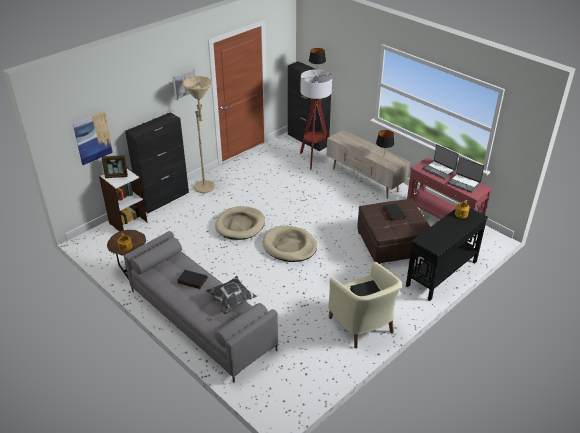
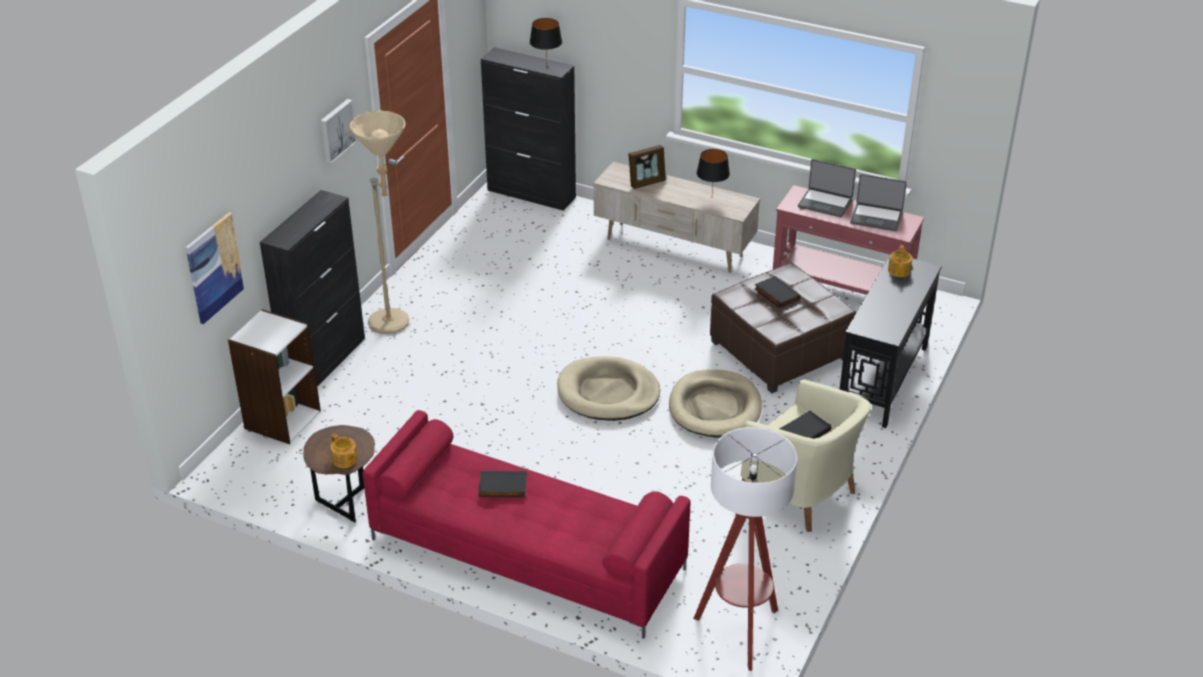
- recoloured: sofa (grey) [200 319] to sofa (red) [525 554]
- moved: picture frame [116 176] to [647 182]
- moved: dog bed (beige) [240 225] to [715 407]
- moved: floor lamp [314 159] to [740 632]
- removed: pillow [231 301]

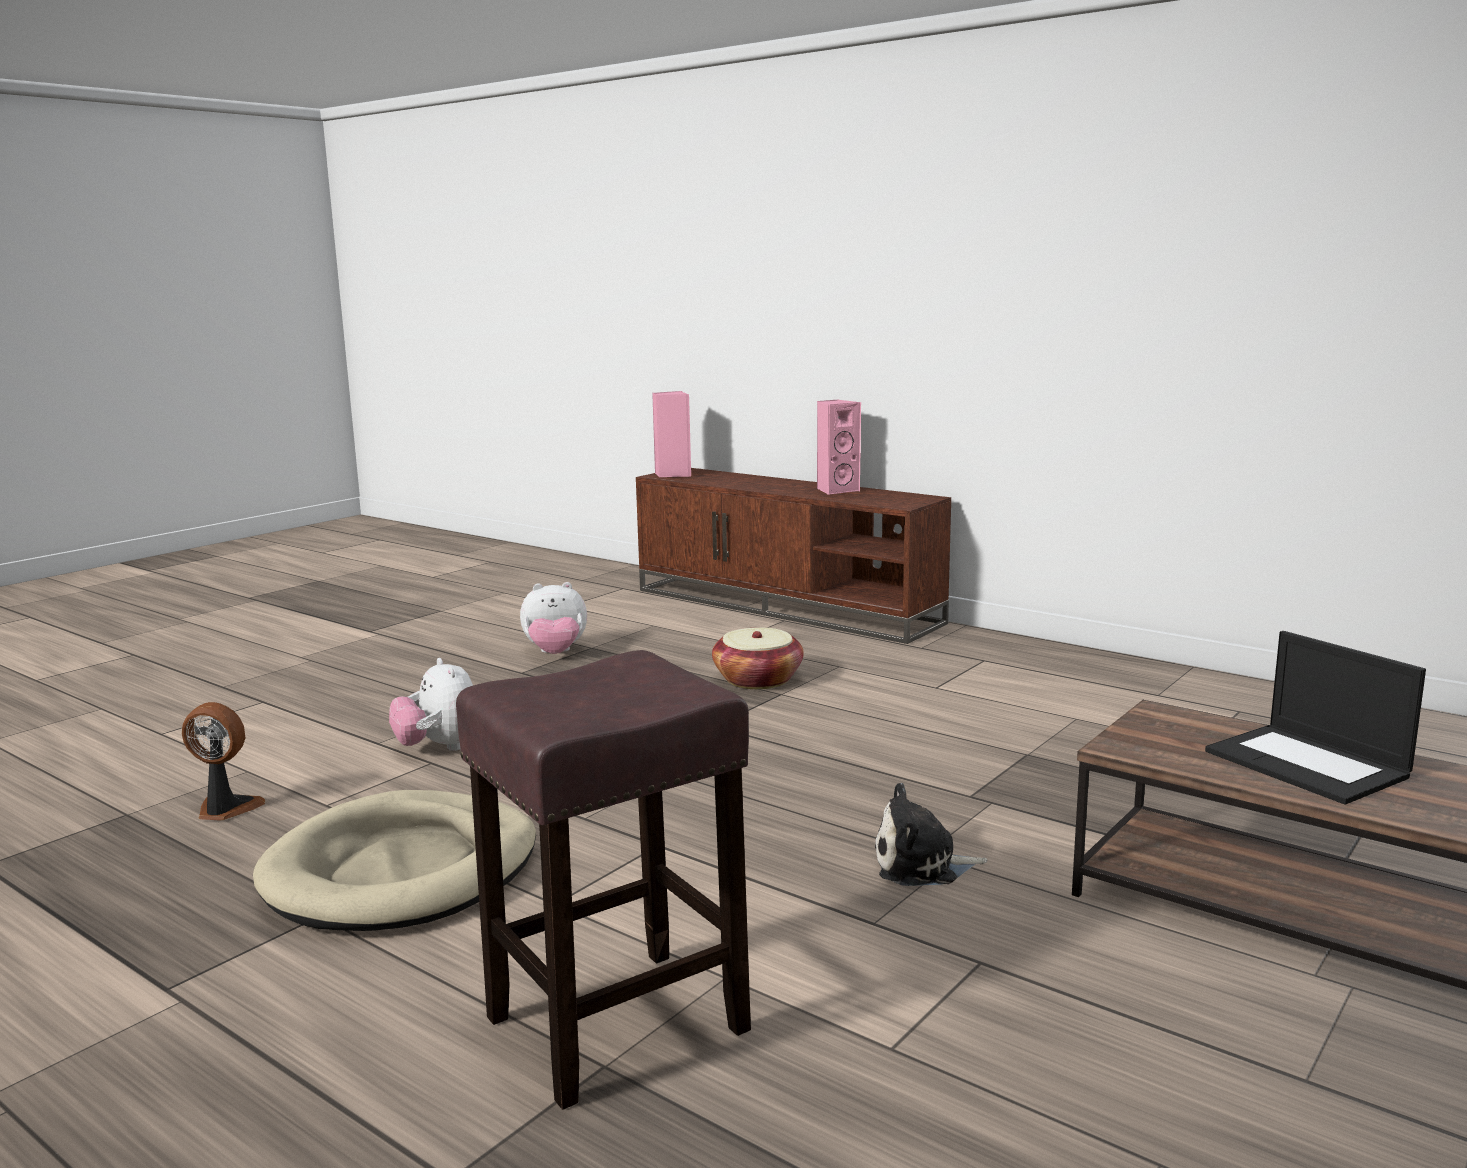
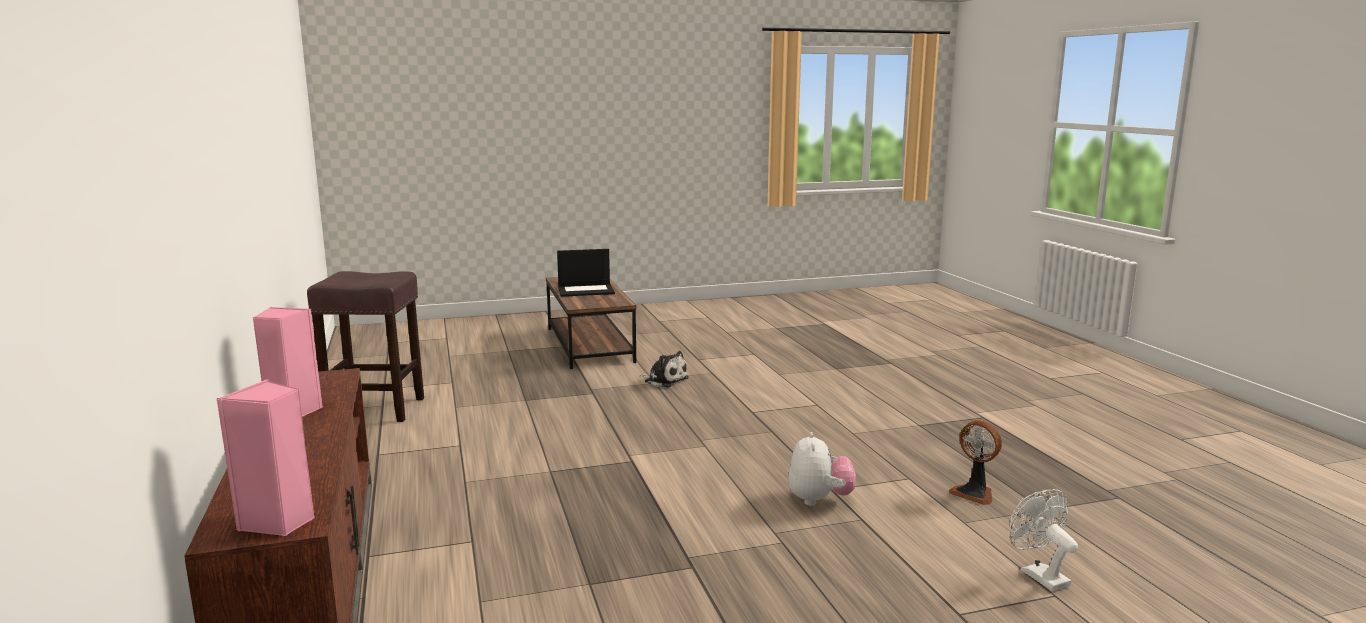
- moved: stool (brown) [613 1026] to [377 409]
- turned: laptop [1309 764] = [586 290] 75 degrees clockwise
- added: fan (white) [1038 575]
- removed: dog bed (beige) [402 871]
- removed: plush toy [555 653]
- removed: basket [758 680]

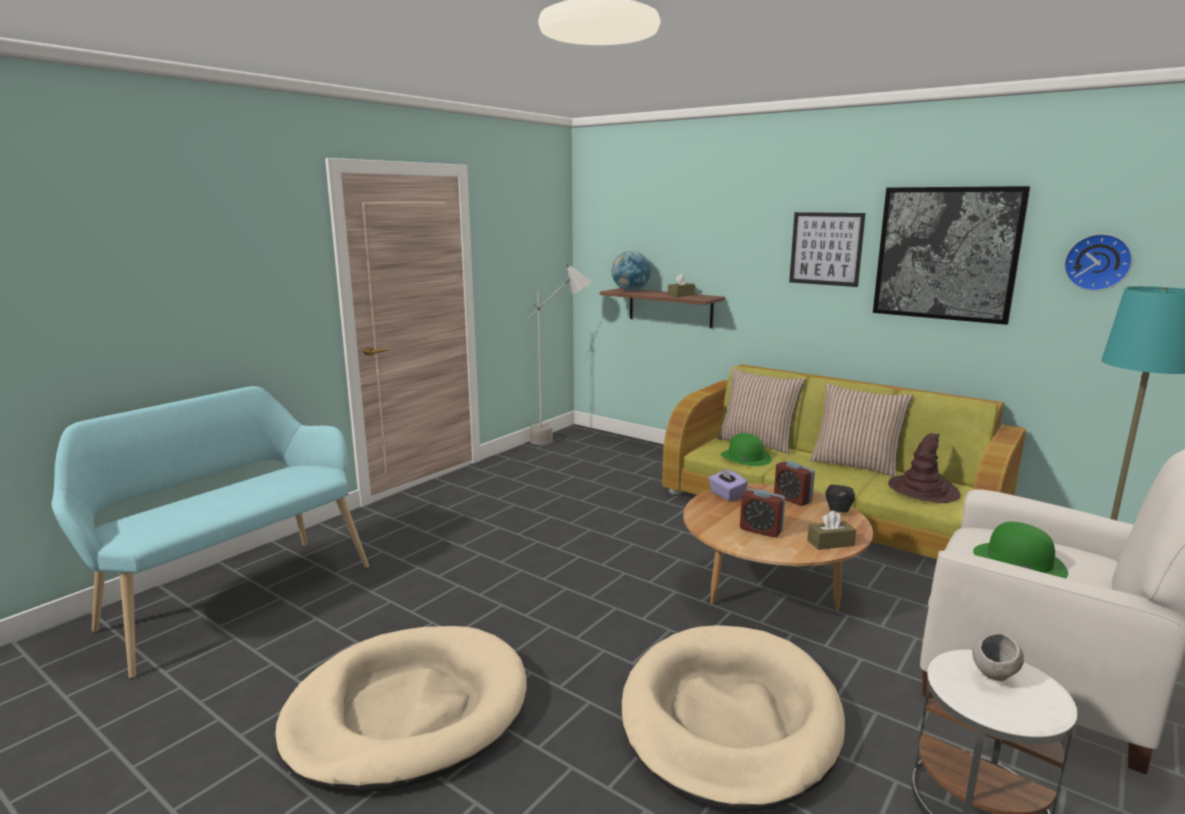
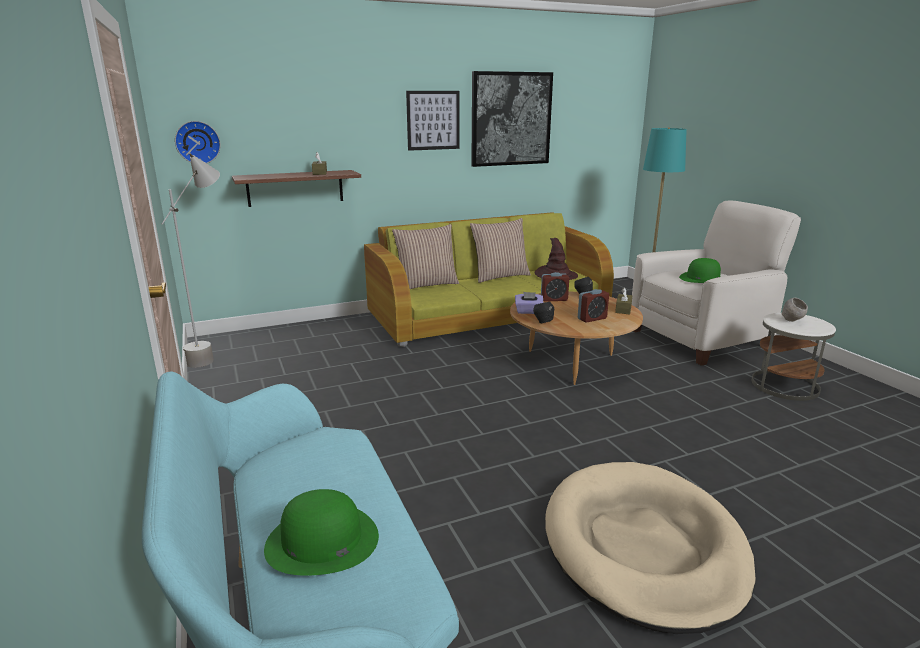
- moved: wall clock [1097 262] to [197 142]
- moved: hat (green) [745 457] to [321 541]
- added: bowl (black) [543 322]
- removed: globe [630 290]
- removed: dog bed (beige) [729 719]

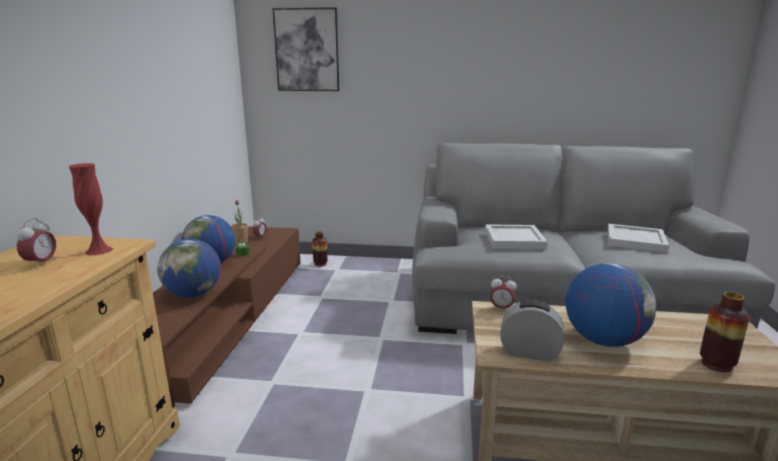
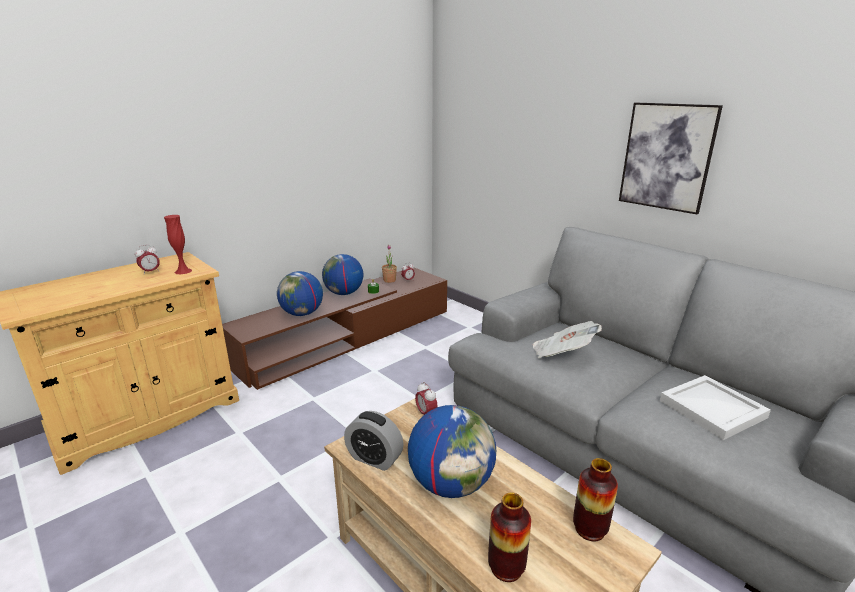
- turned: alarm clock [529 352] = [374 458] 150 degrees clockwise
- replaced: tray (white) [513 239] to newspaper [562 354]
- moved: vase [320 264] to [589 529]
- moved: picture [307 50] to [667 157]

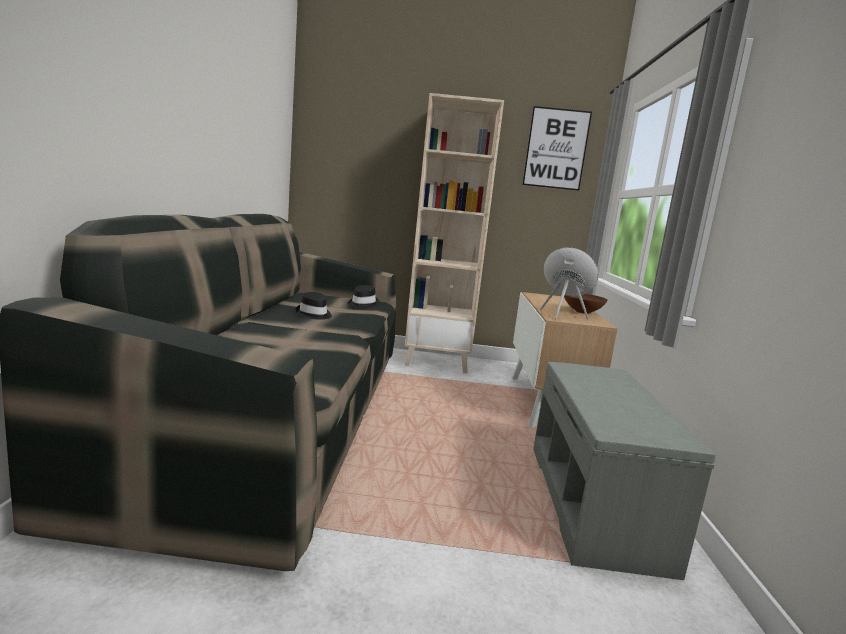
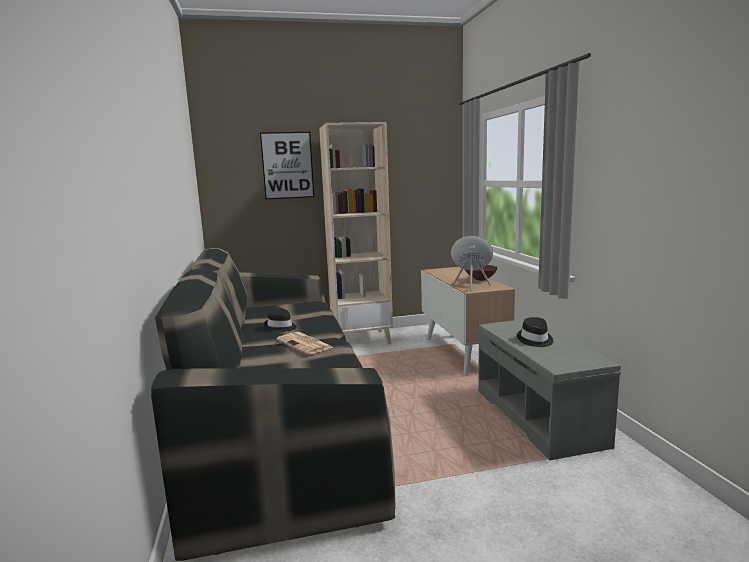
- moved: picture [556 149] to [287 165]
- added: newspaper [305 344]
- moved: hat (black) [362 304] to [535 340]

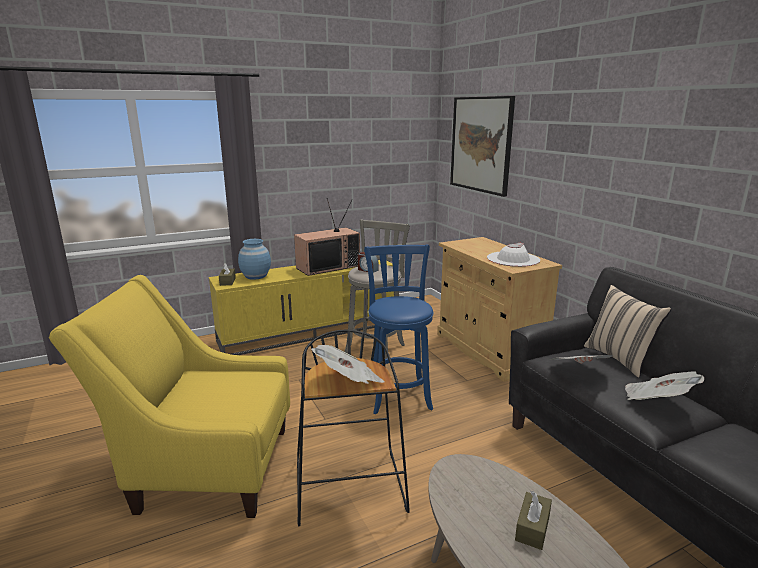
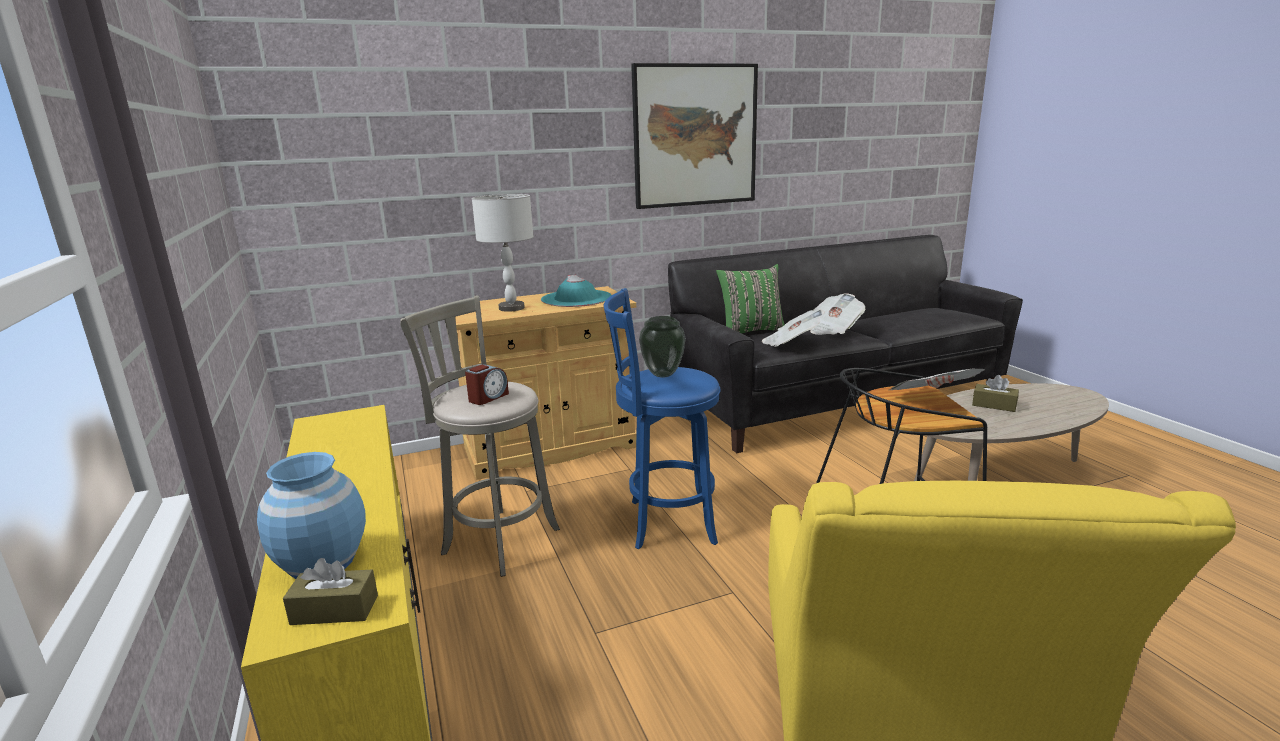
- added: table lamp (grey) [511 308]
- recoloured: hat (white) [513 259] to hat (turquoise) [576 298]
- moved: picture [481 144] to [695 136]
- added: vase [662 374]
- recoloured: pillow (beige) [619 359] to pillow (green) [750 332]
- removed: television [328 266]

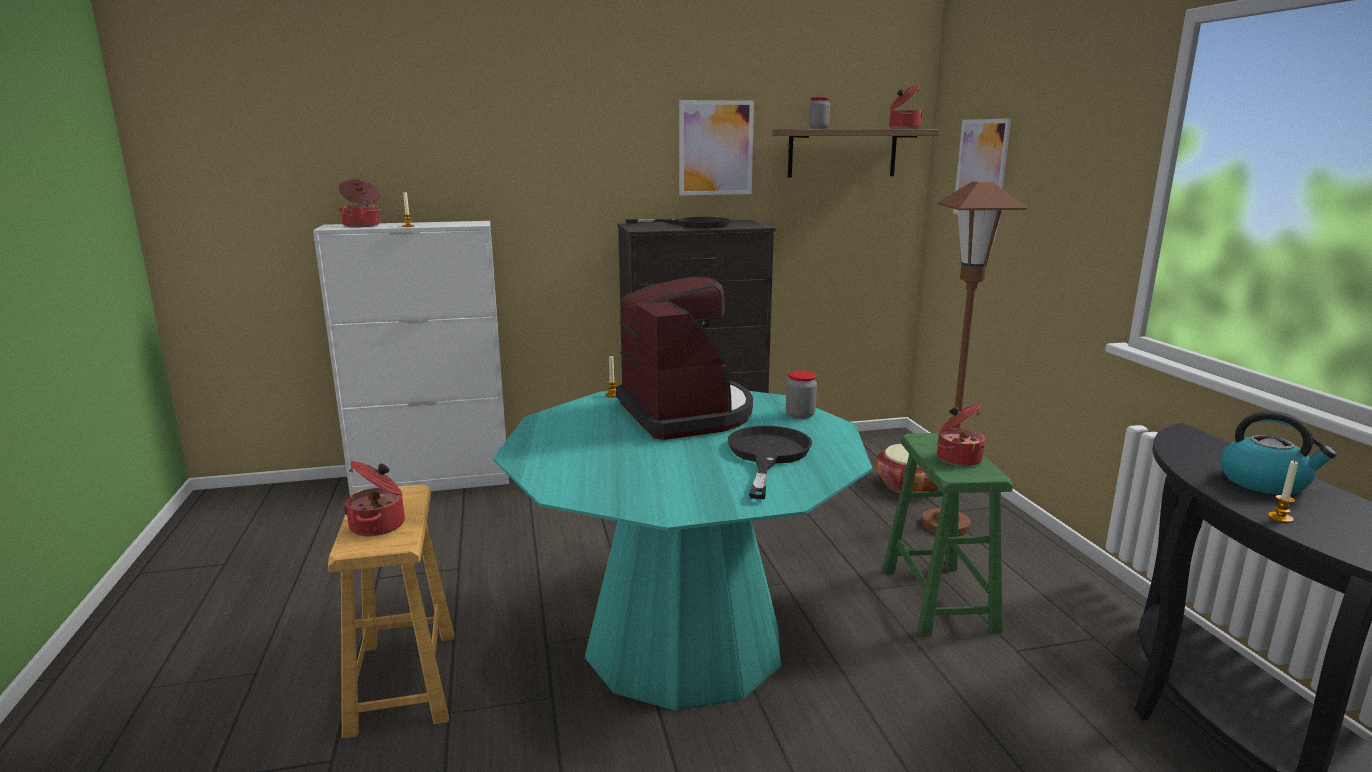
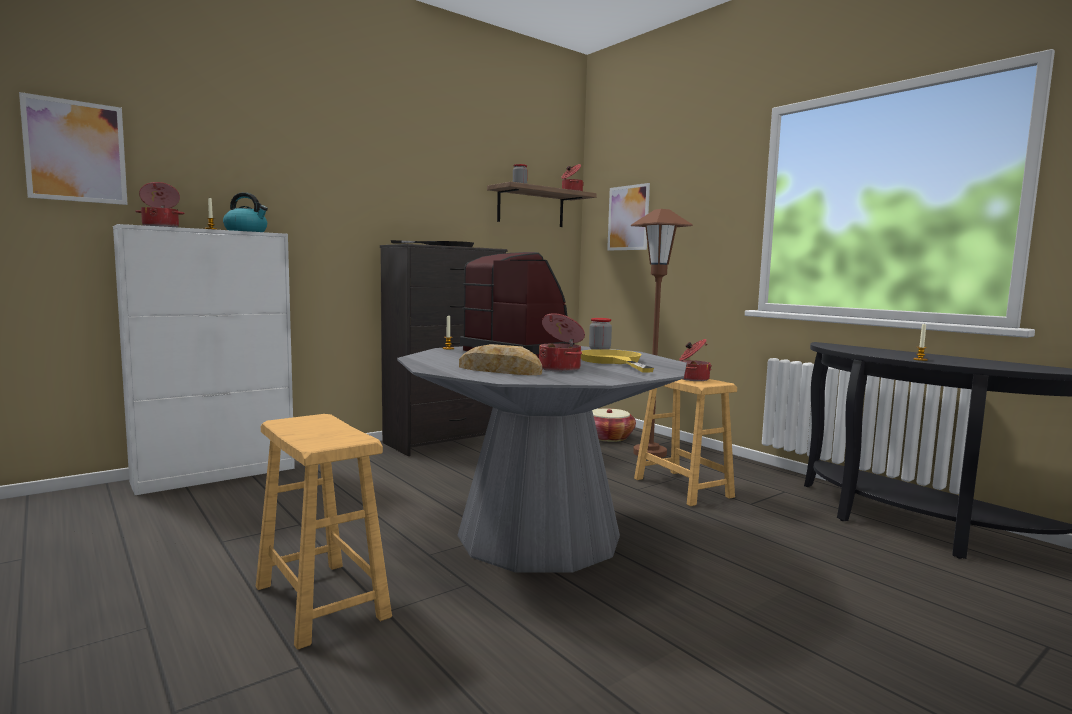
- moved: picture [716 148] to [76 151]
- moved: kettle [1265 482] to [246 231]
- recoloured: dining table (turquoise) [684 642] to dining table (grey) [539 535]
- added: bread [500 370]
- moved: cooking pot [379 525] to [560 369]
- recoloured: frying pan (black) [767 455] to frying pan (yellow) [614 362]
- recoloured: stool (green) [939 599] to stool (brown) [682 487]

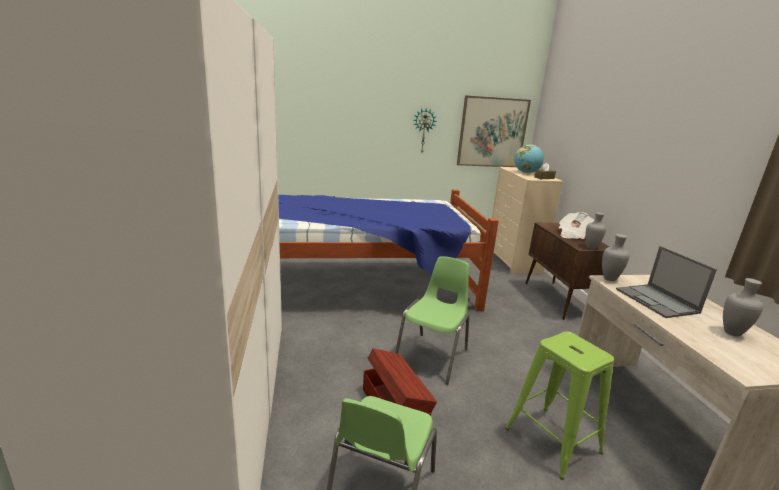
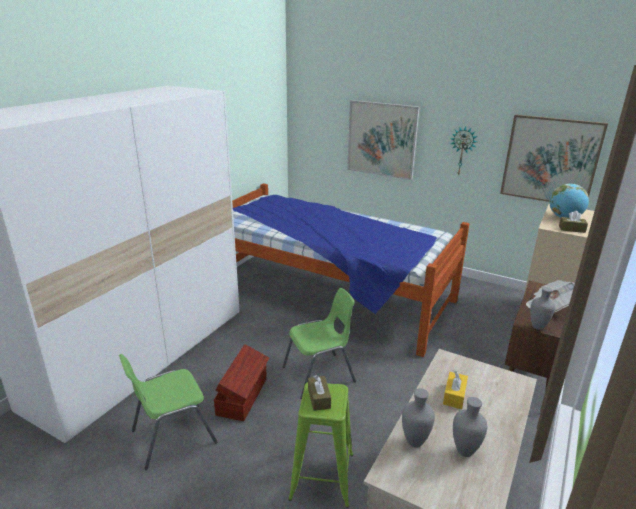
- added: tissue box (brown) [319 398]
- added: picture [382 139]
- moved: vase (grey) [610 279] to [415 442]
- replaced: laptop [657 301] to tissue box (yellow) [454 395]

